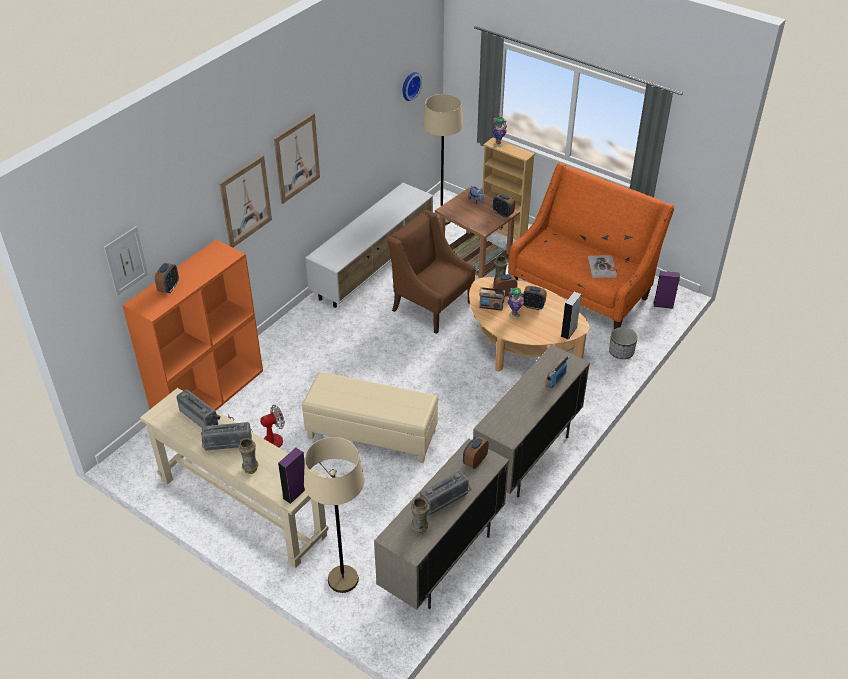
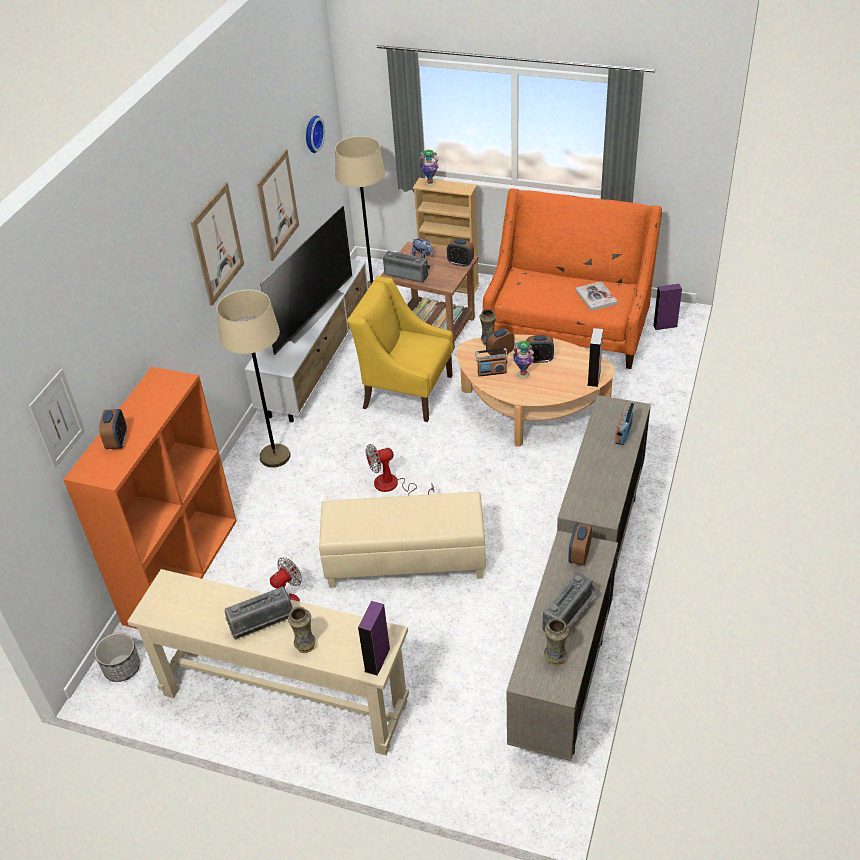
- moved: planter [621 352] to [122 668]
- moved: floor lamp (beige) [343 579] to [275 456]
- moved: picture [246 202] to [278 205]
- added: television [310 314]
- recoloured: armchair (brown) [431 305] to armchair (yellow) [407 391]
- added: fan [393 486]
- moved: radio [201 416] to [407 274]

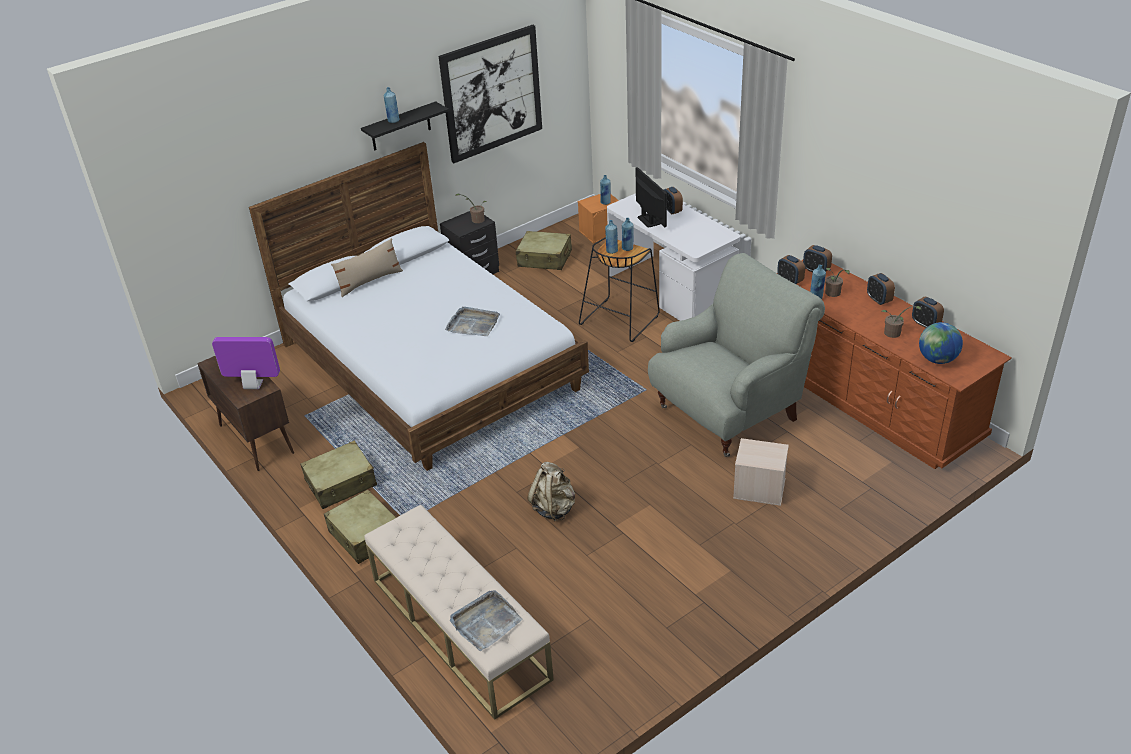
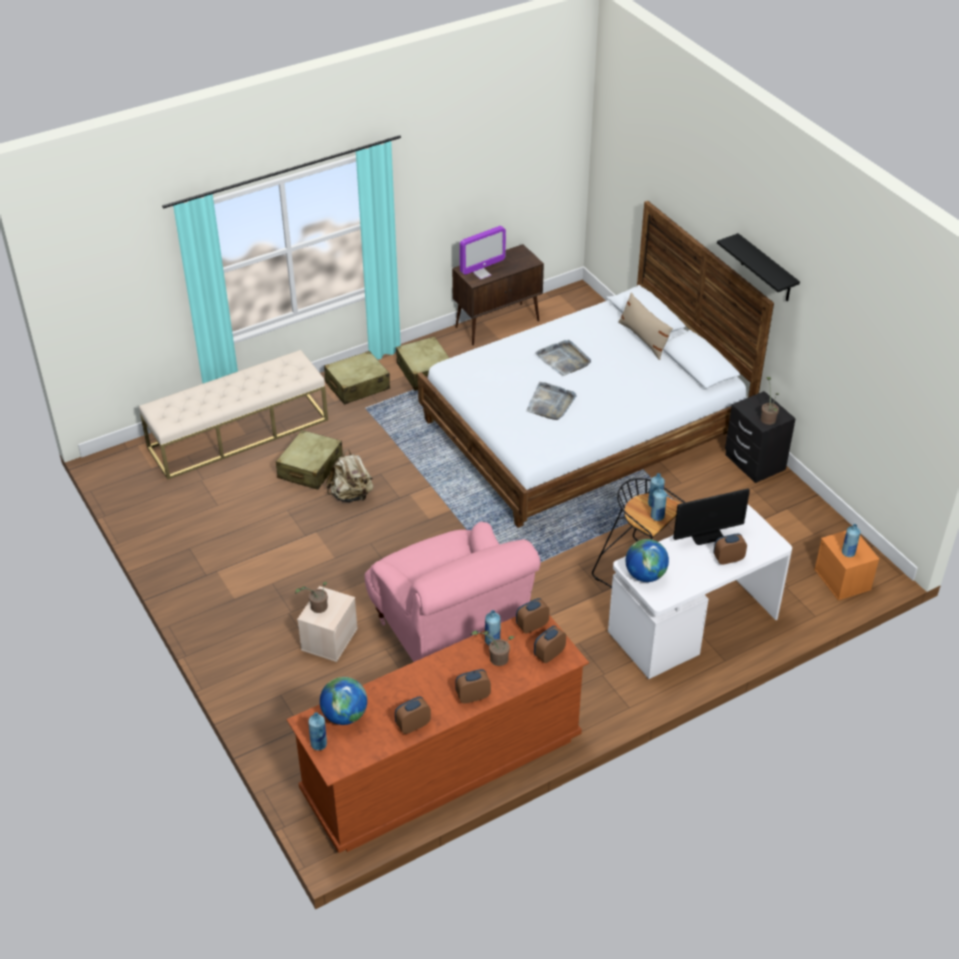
- moved: suitcase (beige) [545 259] to [310 468]
- moved: potted plant [894 334] to [316 607]
- moved: bottle (blue) [393 120] to [319 744]
- recoloured: armchair (grey) [729 413] to armchair (pink) [450 638]
- turned: monitor [253 385] = [481 274] 45 degrees clockwise
- moved: tray (grey) [485 622] to [564 359]
- added: globe [645 575]
- removed: picture [491 93]

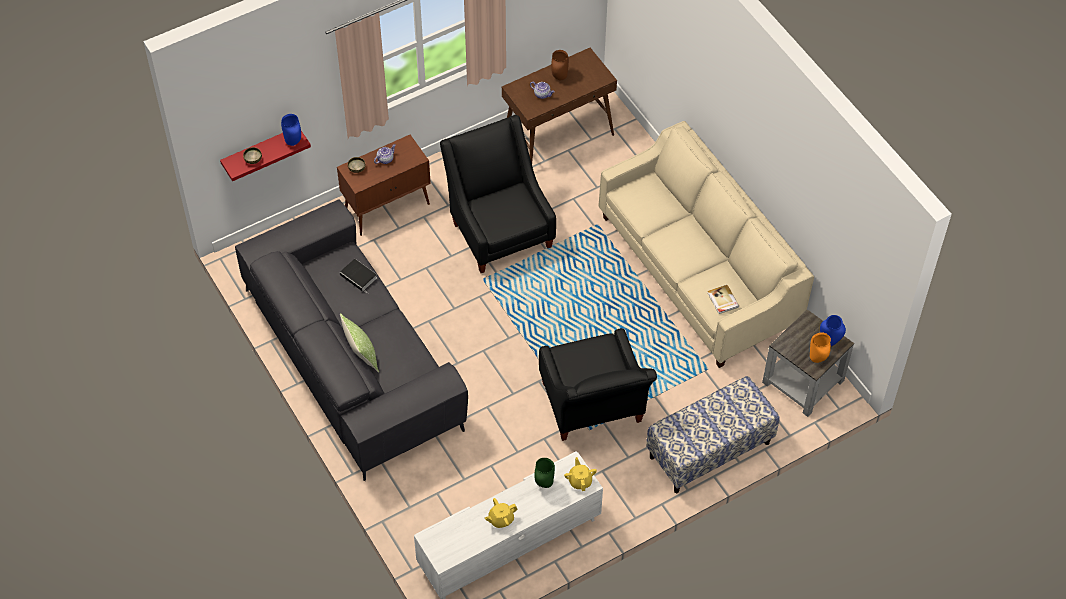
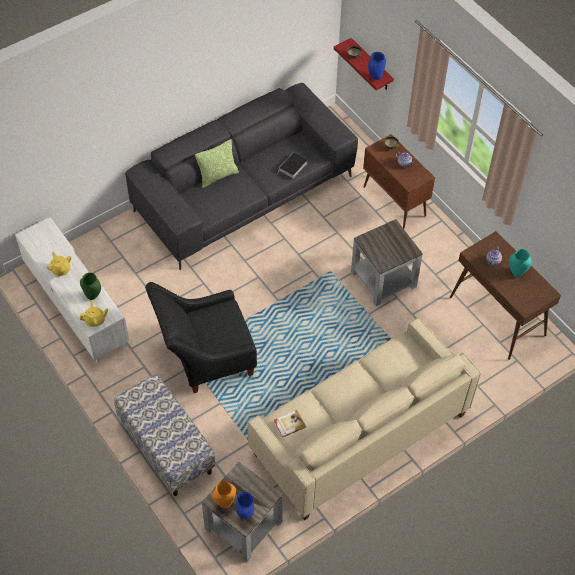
- replaced: armchair (black) [499 229] to side table (grey) [384 279]
- recoloured: vase (brown) [560 77] to vase (turquoise) [516 273]

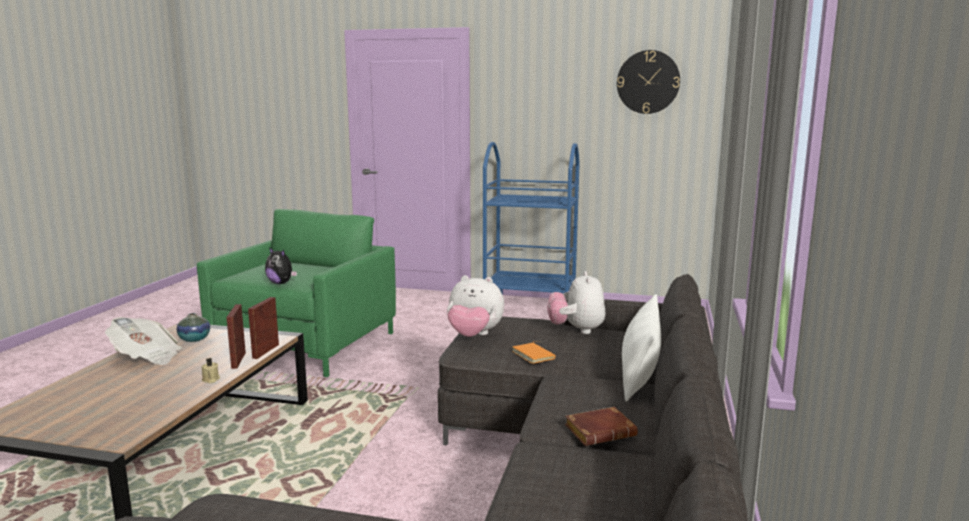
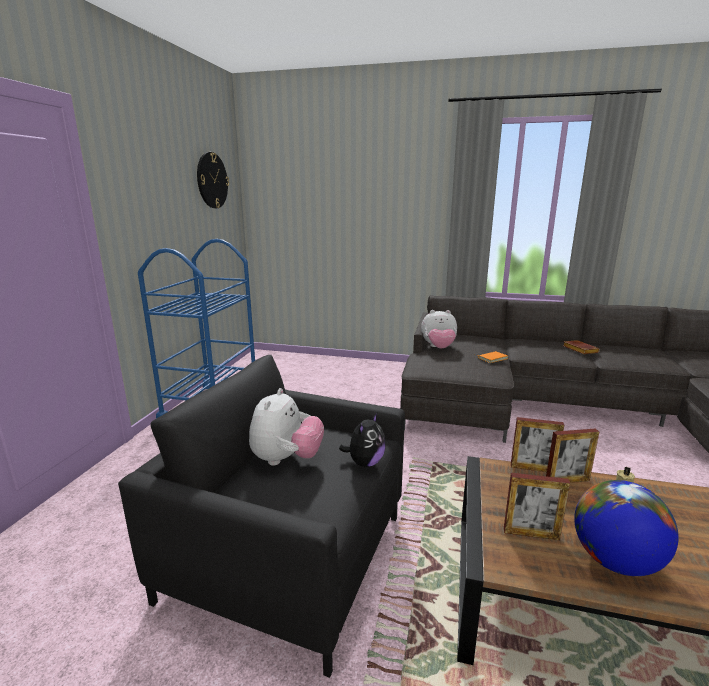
- recoloured: armchair (green) [306 345] to armchair (black) [288 555]
- moved: plush toy [474 336] to [286 459]
- replaced: vase [194 339] to picture frame [531 534]
- replaced: newspaper [146 357] to globe [615 561]
- removed: pillow (white) [639 373]

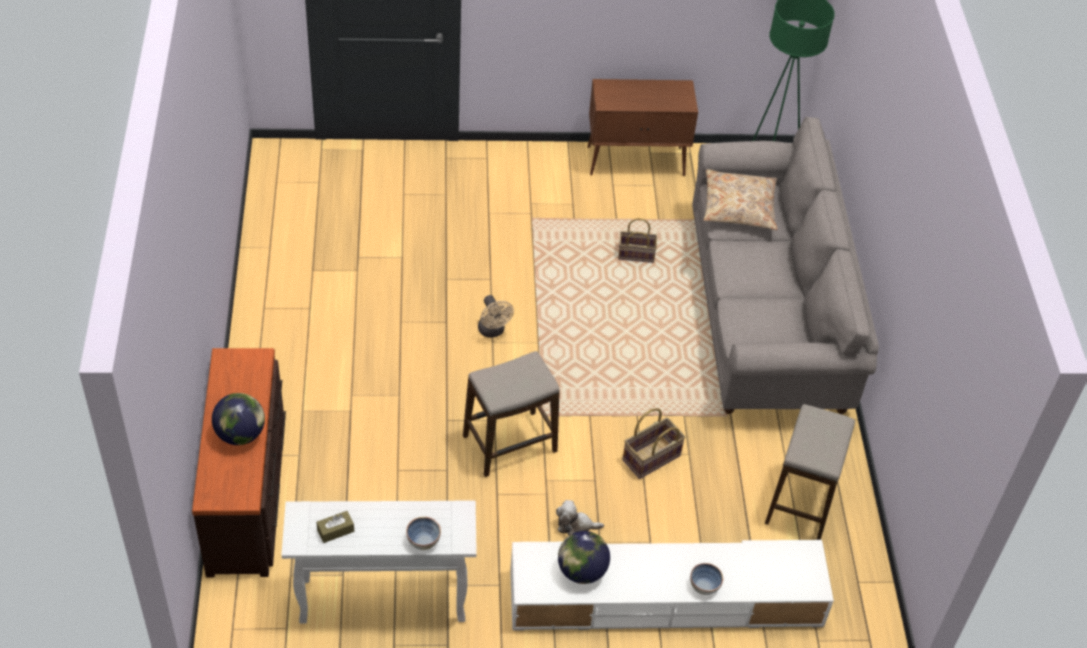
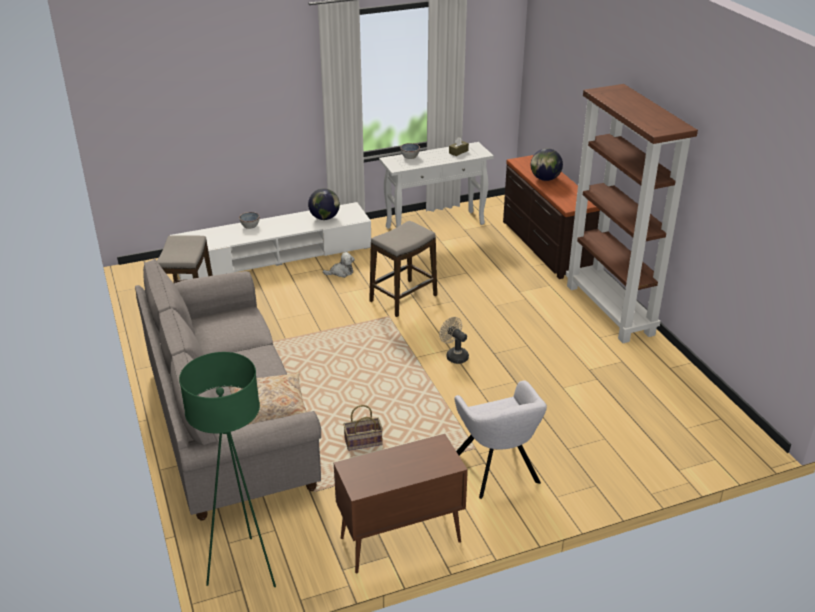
- added: armchair (grey) [498 470]
- added: bookcase (brown) [610 310]
- removed: basket [651 458]

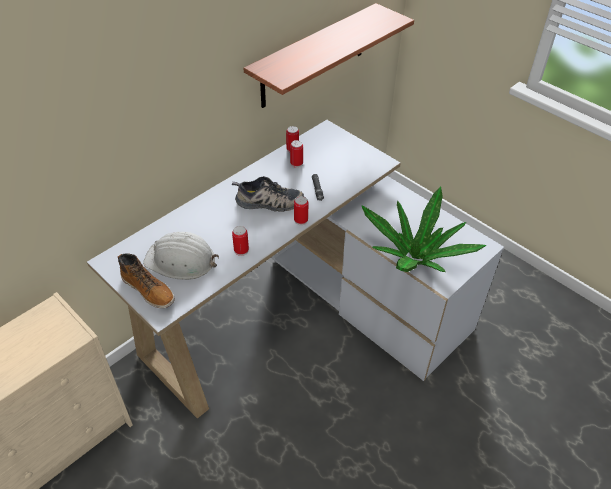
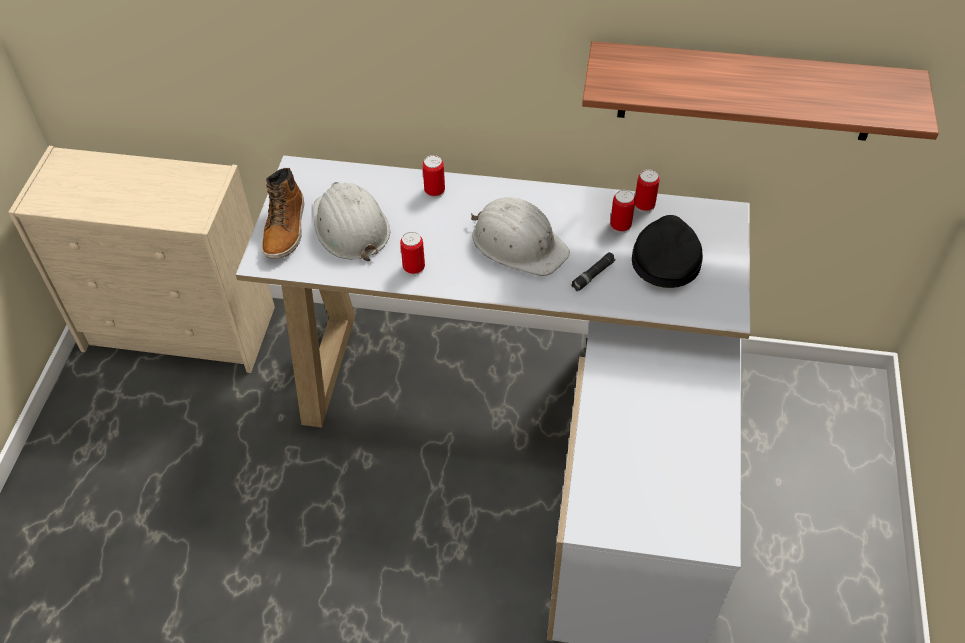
- moved: can [301 220] to [434 191]
- replaced: shoe [268 203] to hard hat (white) [518 243]
- added: cap (black) [665 257]
- removed: potted plant [415 256]

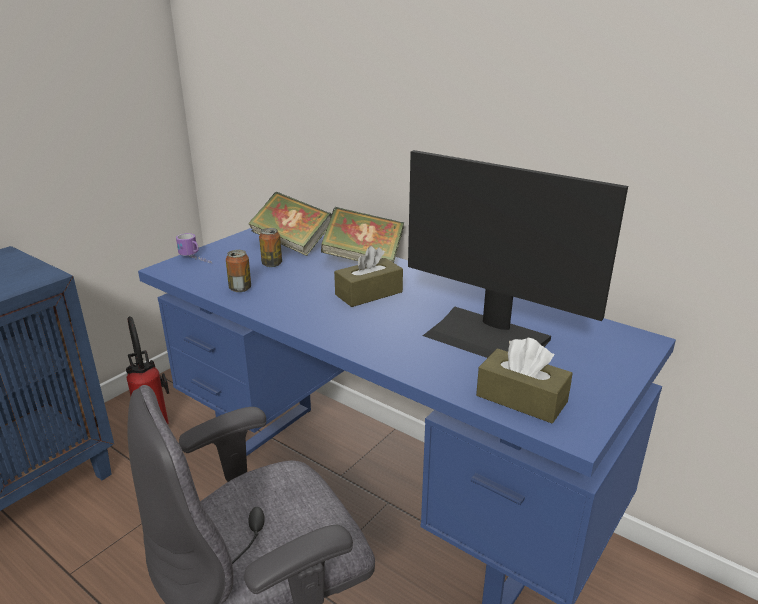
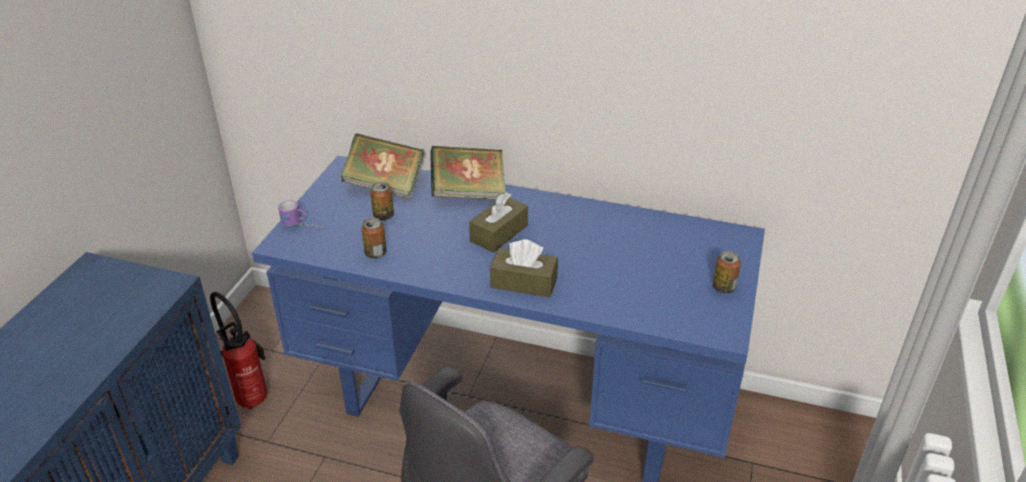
- moved: tissue box (brown) [521 399] to [524 282]
- added: can [723 287]
- removed: monitor [488 336]

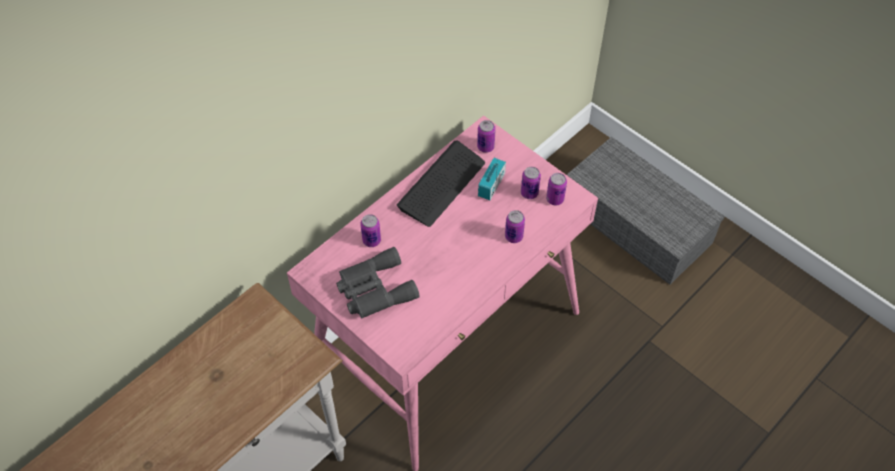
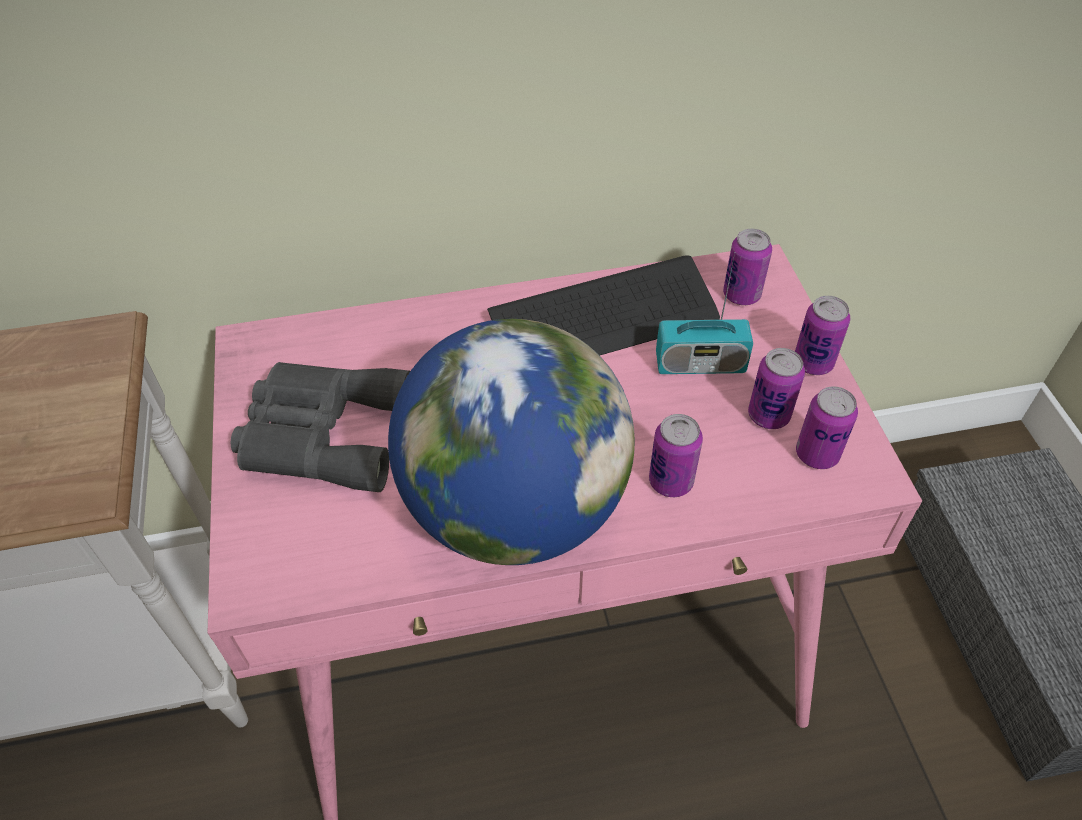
- added: globe [515 509]
- turned: radio [491 185] = [700 364] 150 degrees counterclockwise
- moved: can [371 240] to [813 363]

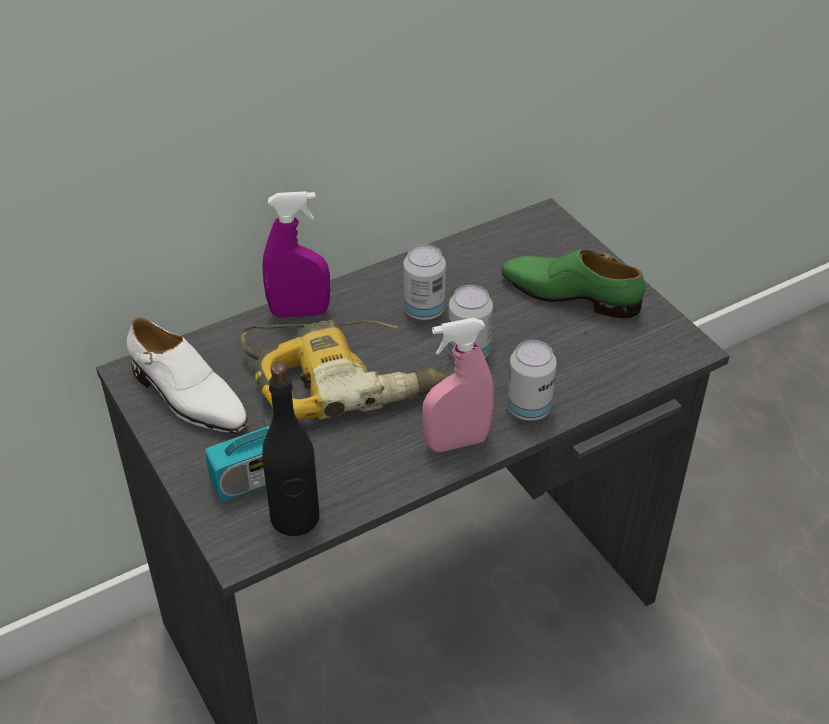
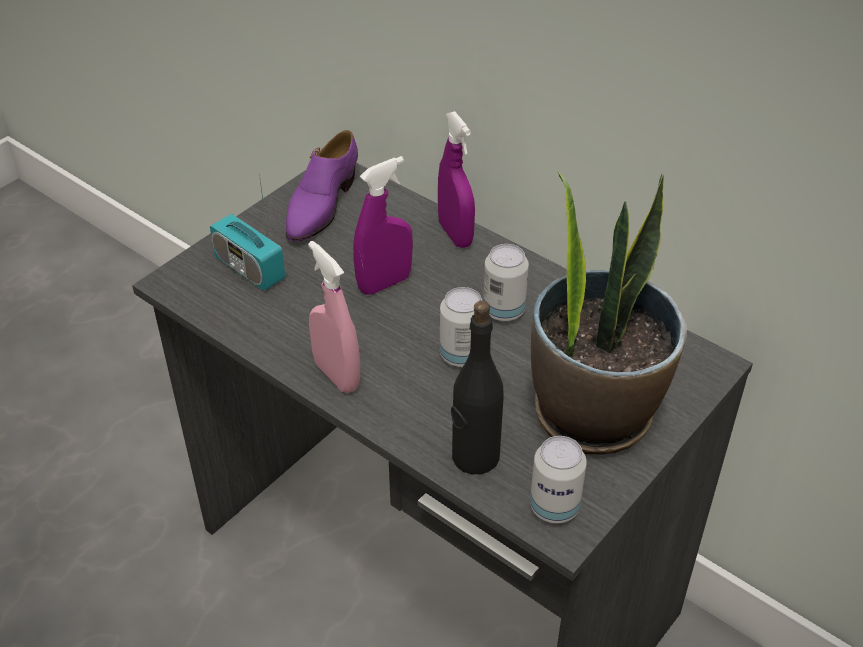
- recoloured: shoe (white) [187 397] to shoe (purple) [321 205]
- replaced: power drill [343 378] to spray bottle (purple) [384 283]
- moved: bottle (black) [295 518] to [474 456]
- moved: can [528 408] to [554 507]
- replaced: shoe (green) [570 294] to potted plant [593 412]

